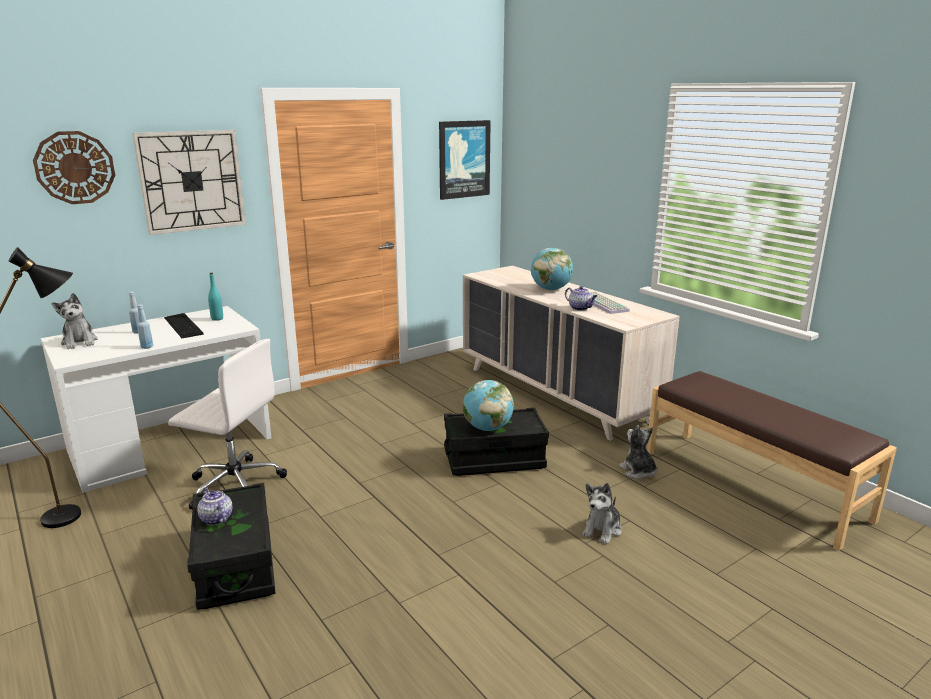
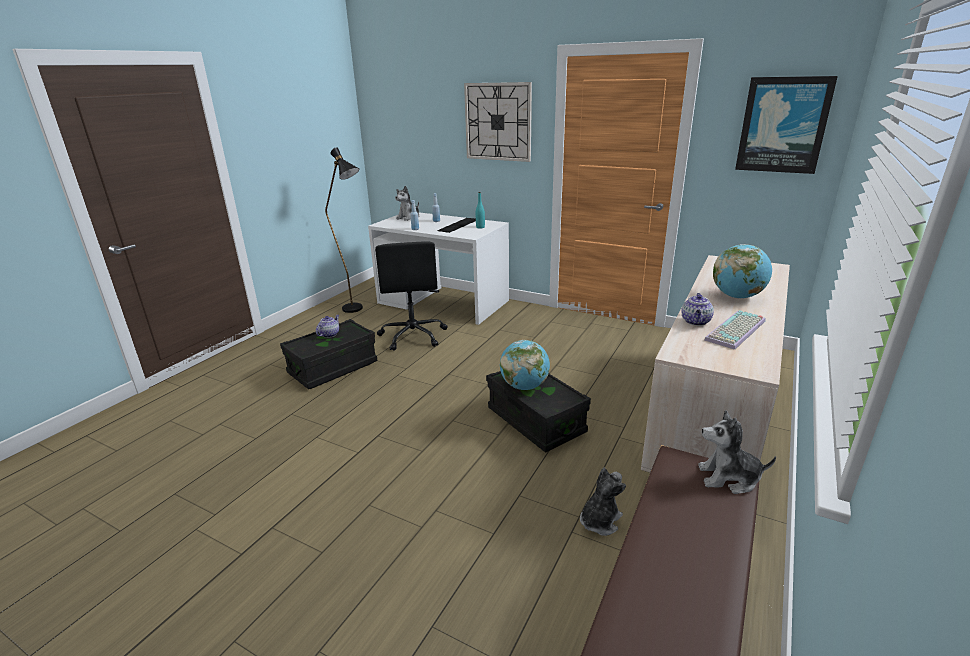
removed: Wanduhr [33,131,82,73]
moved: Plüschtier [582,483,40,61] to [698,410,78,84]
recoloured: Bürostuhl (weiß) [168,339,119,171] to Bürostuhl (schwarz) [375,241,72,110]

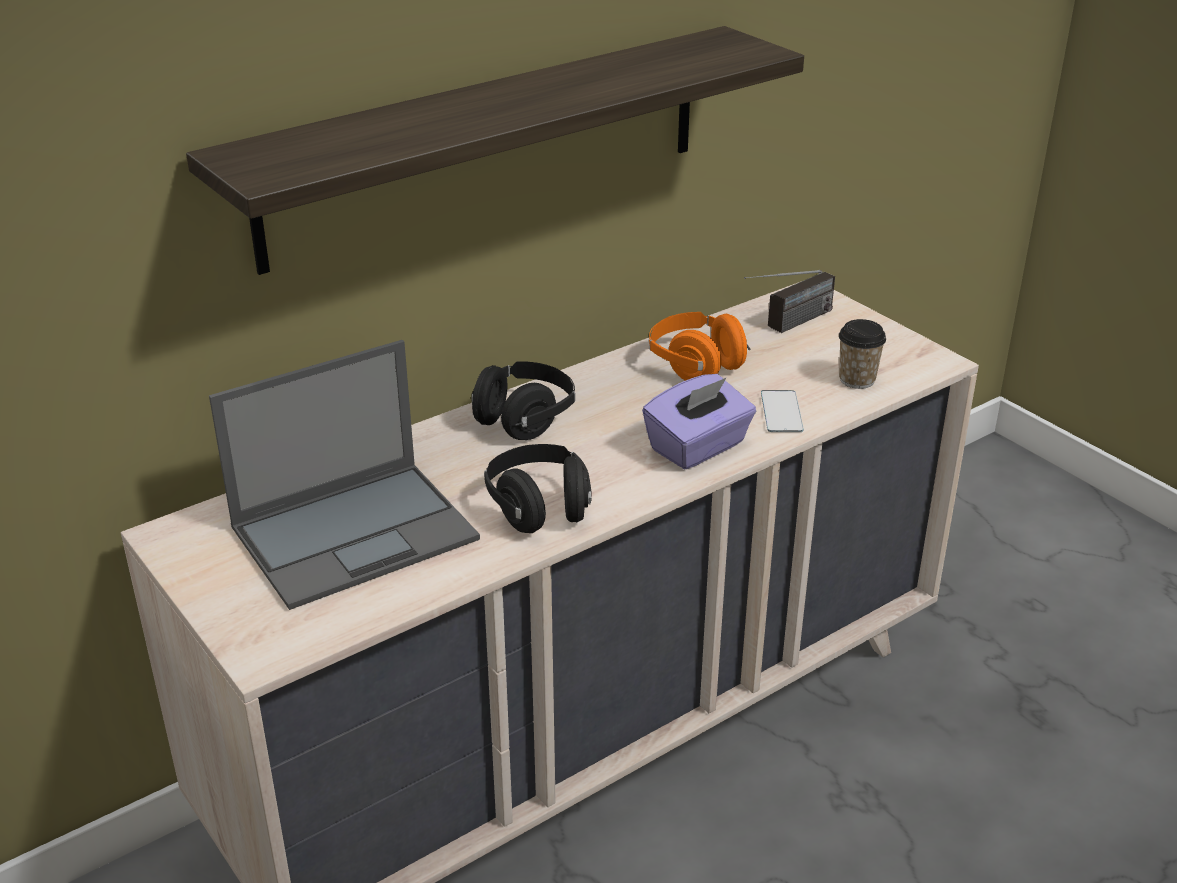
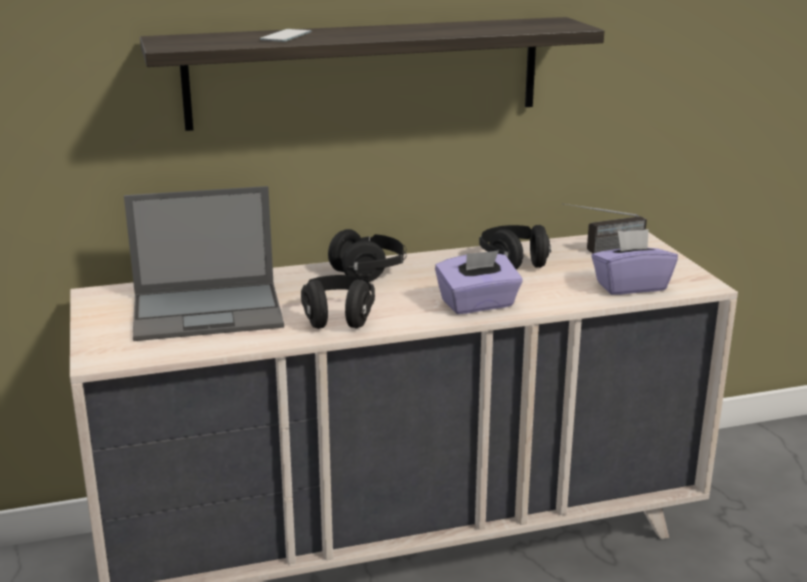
moved: Handy [761,390,43,42] to [260,29,51,13]
replaced: Tasse [839,319,47,70] to Taschentuchbox (lila) [591,229,87,66]
recoloured: Kopfhörer (orange) [649,312,102,69] to Kopfhörer (schwarz) [479,225,72,44]

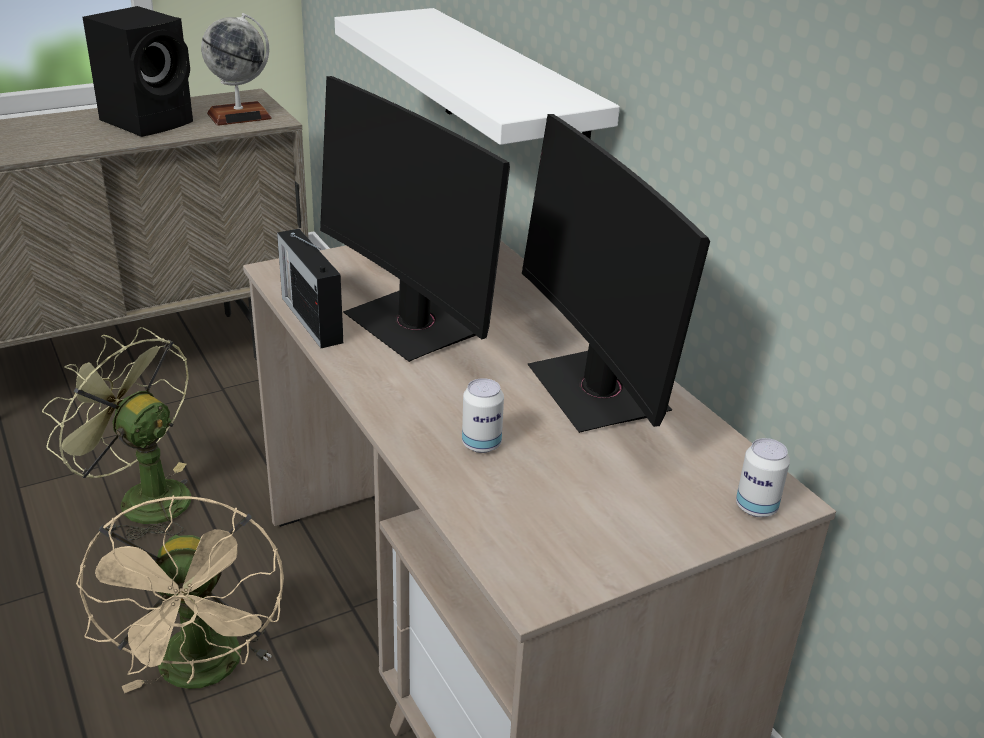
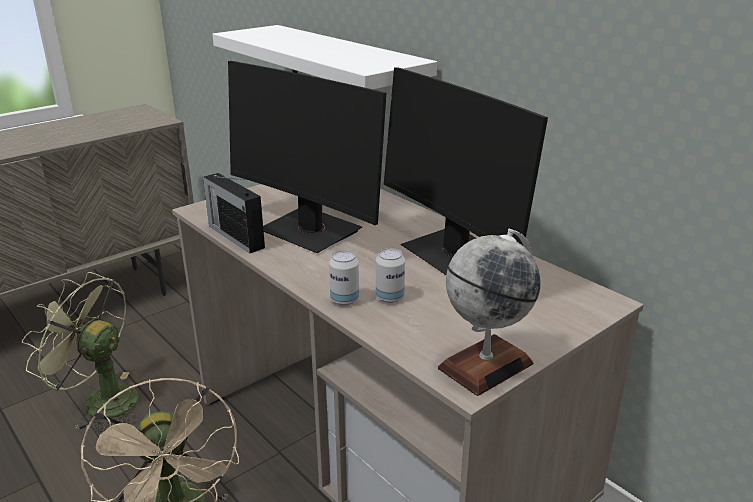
removed: Lautsprecher (schwarz) [82,6,111,131]
moved: Globus [201,13,71,113] to [438,229,103,167]; Dose [736,438,54,79] to [329,250,30,55]

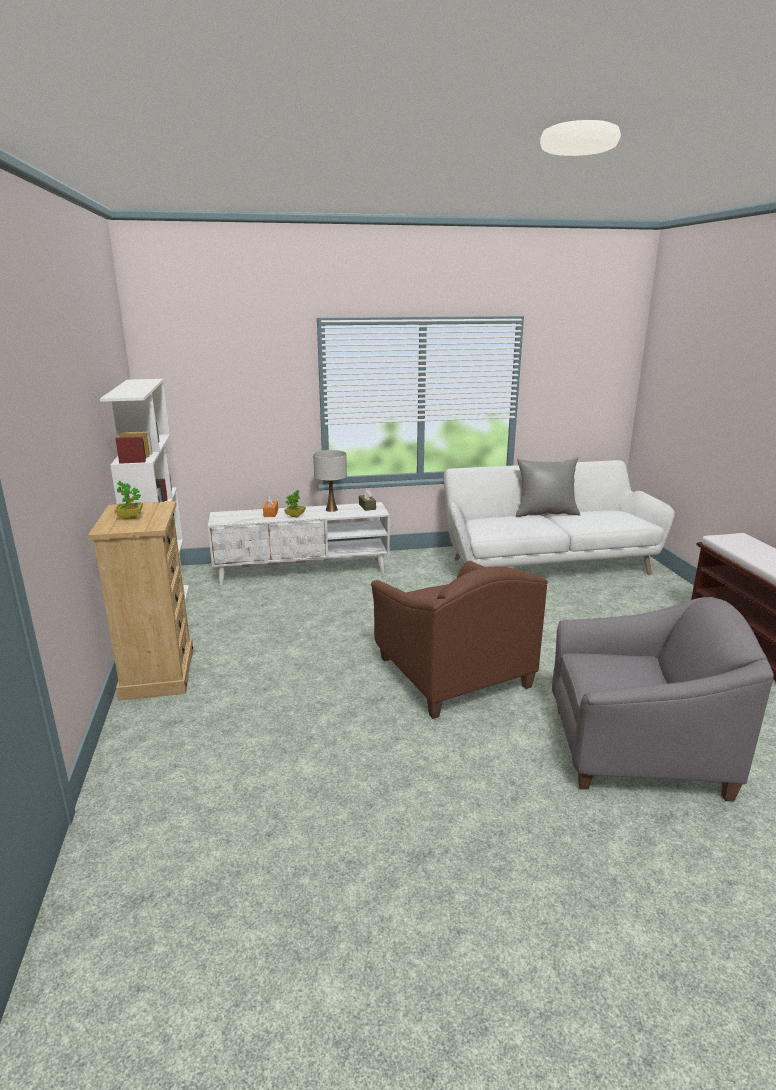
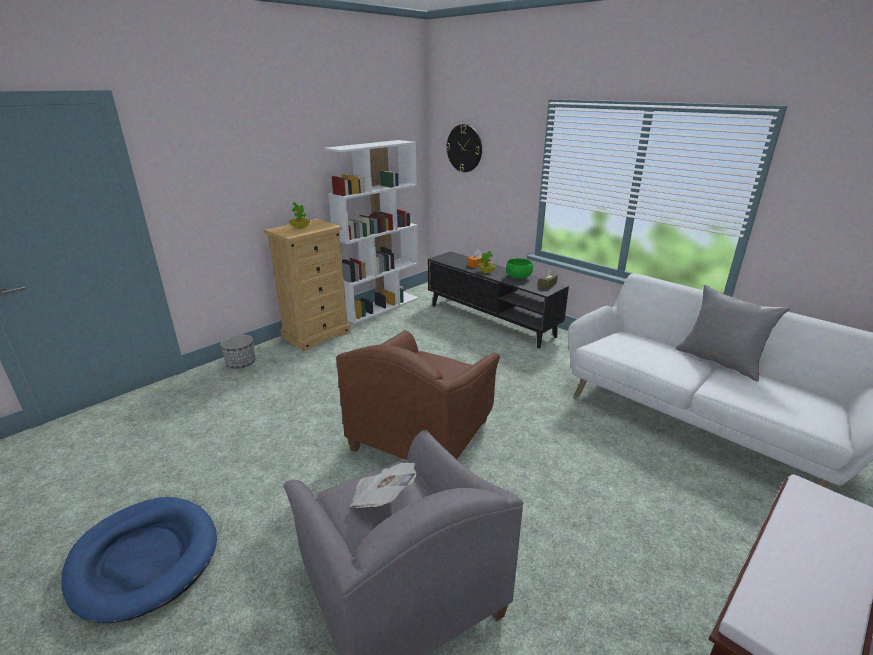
added: Wanduhr [446,124,36,48]; Pflanzkübel [220,334,35,35]; Zeitung [350,463,66,45]; Hundebett (blau) [61,497,156,126]
replaced: Tischlampe (weiß) [313,450,34,62] to Schüssel (grün) [506,258,27,21]
recoloured: Fernsehschrank (weiß) [208,502,182,84] to Fernsehschrank (schwarz) [428,251,141,97]

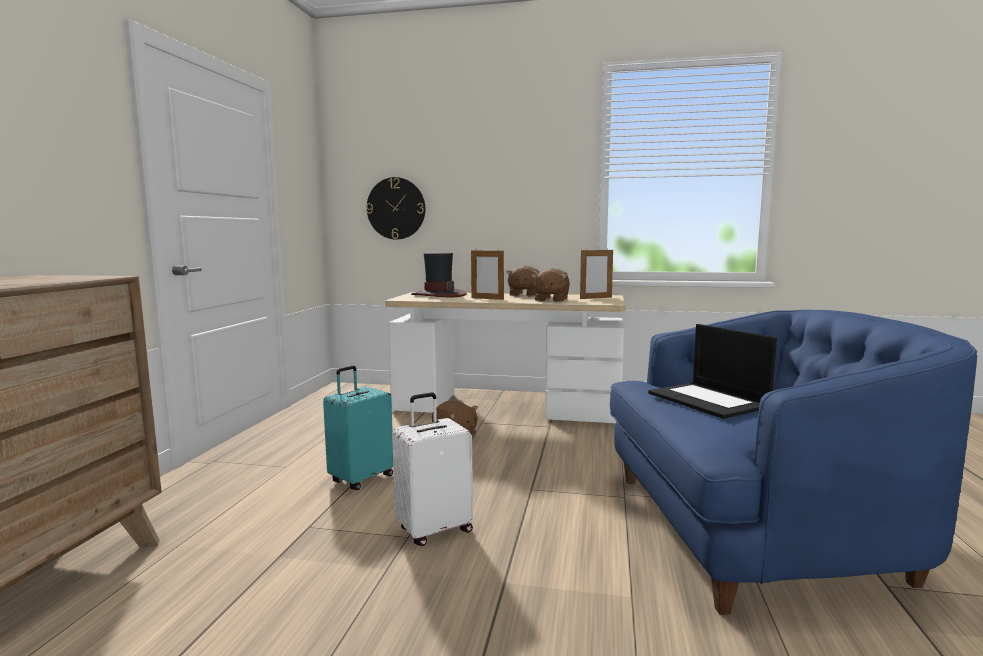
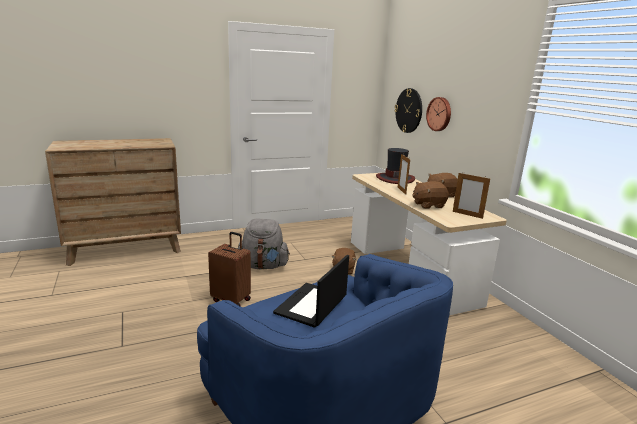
added: Wanduhr [426,97,25,34]
replaced: Koffer (türkis) [323,366,70,124] to Rucksack (grau) [238,219,52,50]
recoloured: Koffer (weiß) [392,392,81,154] to Koffer (braun) [208,232,43,74]

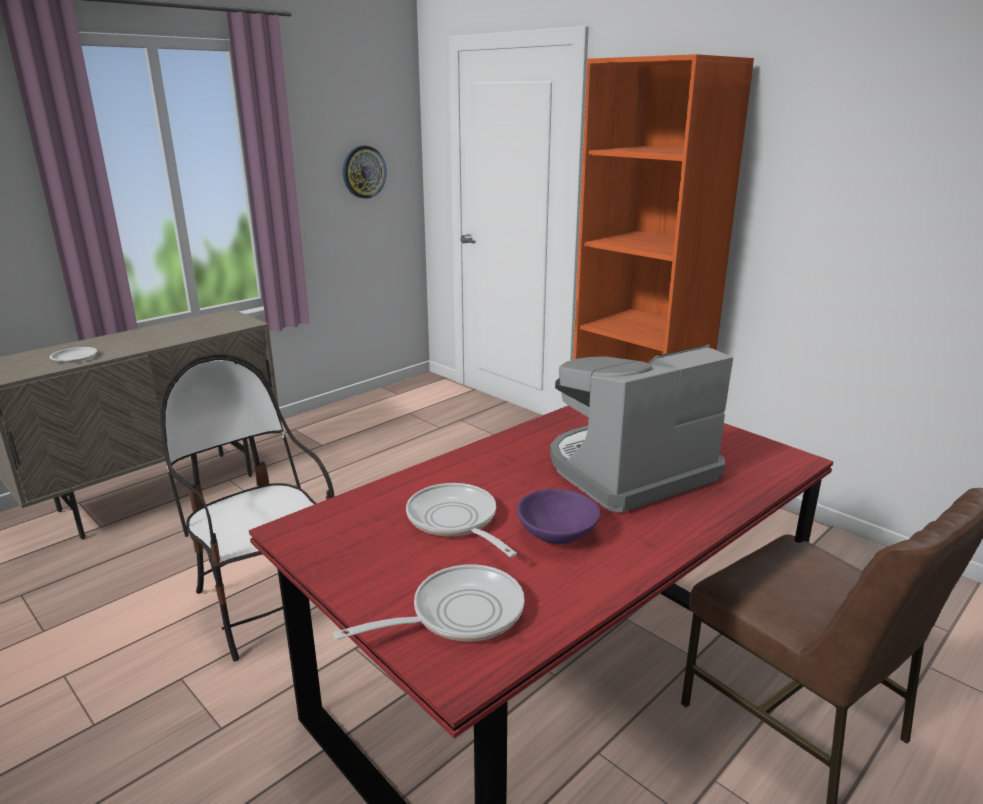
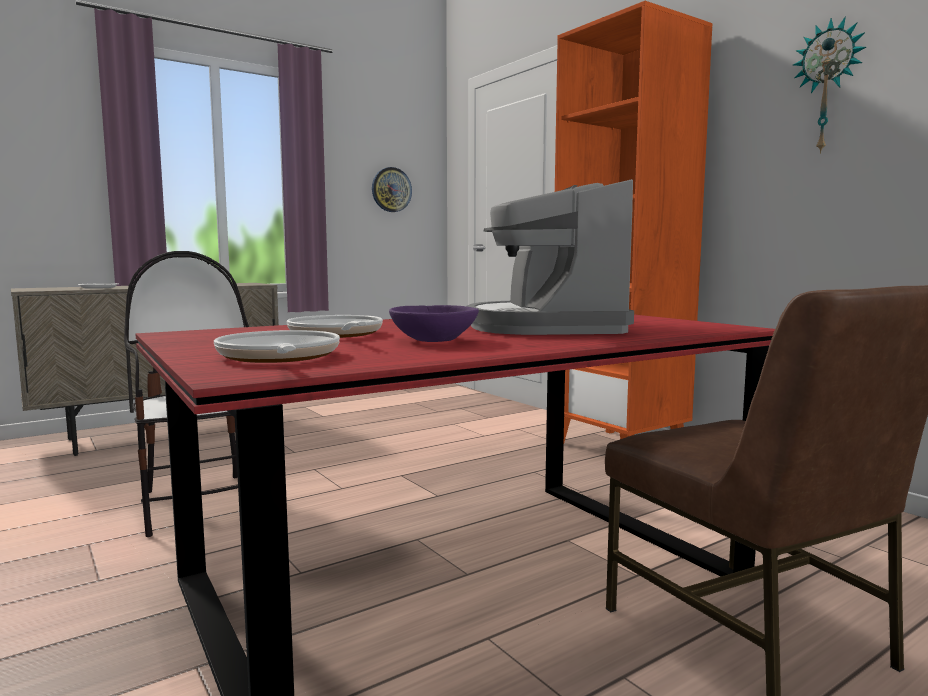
added: Wanduhr [793,16,73,138]
turned: Kaffeemaschine [550,345,183,168] = [466,179,168,156] 75 degrees counterclockwise; Pfanne [333,564,192,78] = [214,330,126,33] 90 degrees counterclockwise

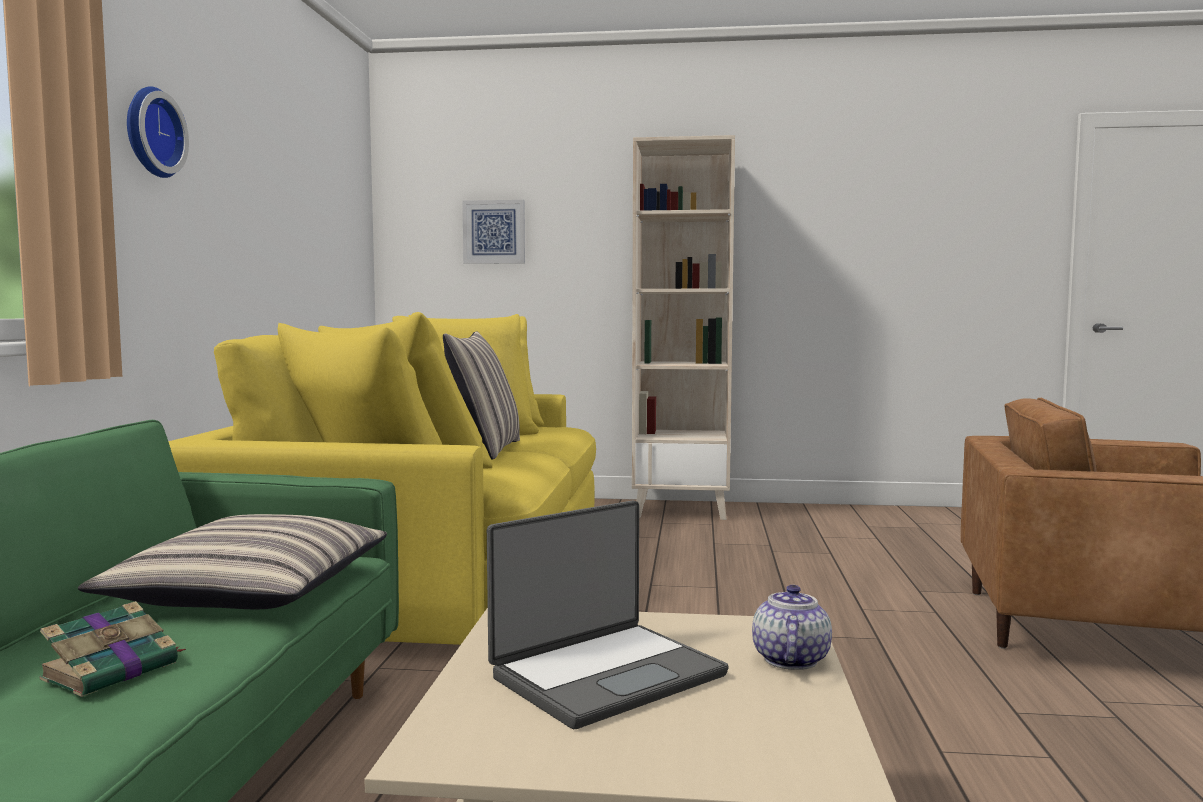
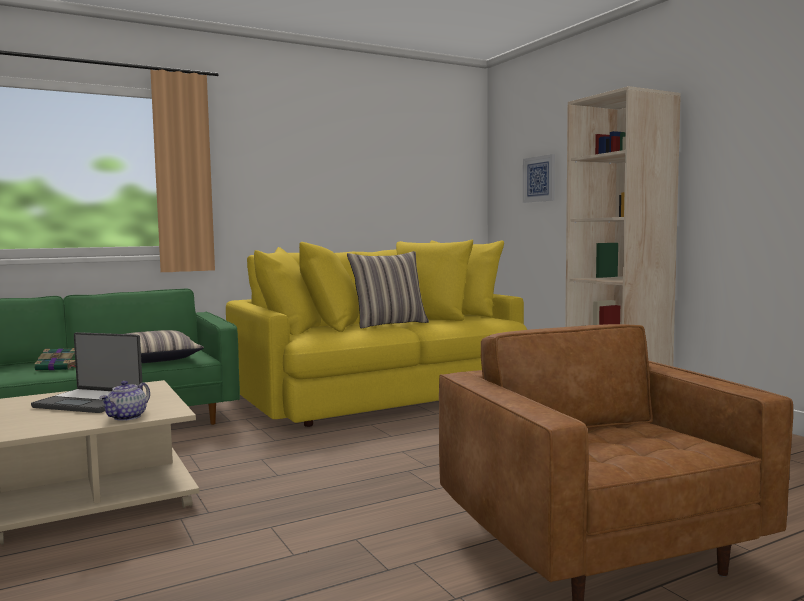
removed: Wanduhr [127,86,62,92]
turned: Teekanne [752,585,80,85] = [100,381,50,40] 135 degrees clockwise

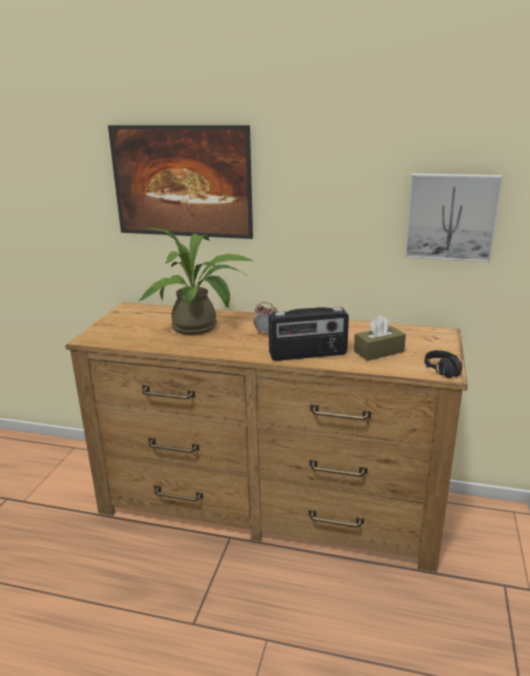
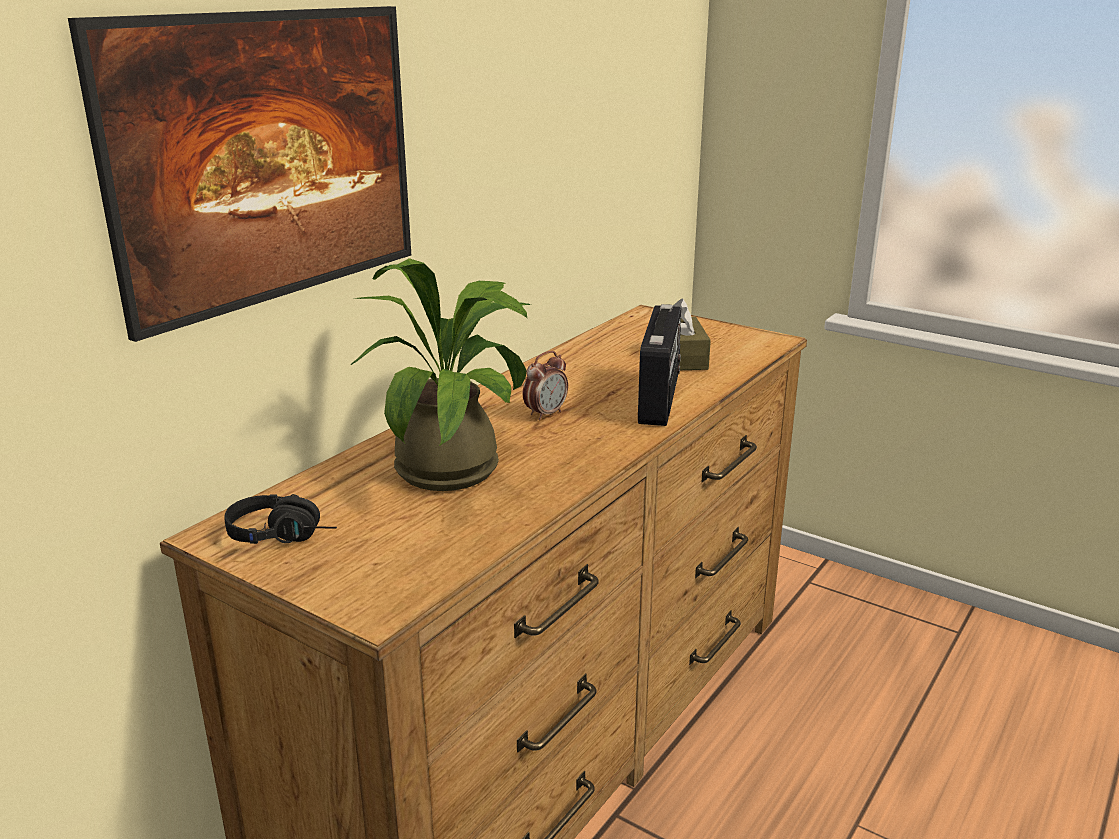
removed: Bild [405,173,98,89]
moved: Kopfhörer (schwarz) [424,350,38,28] to [225,494,112,50]

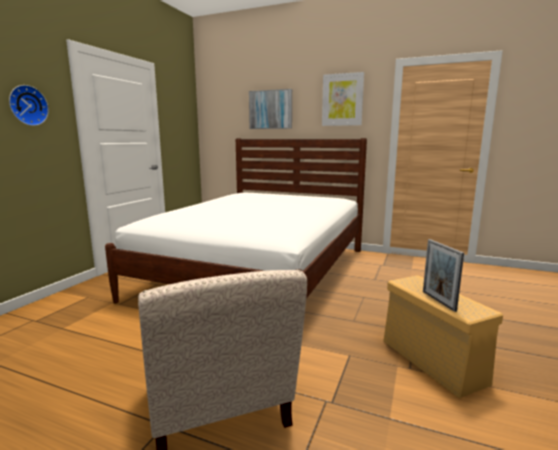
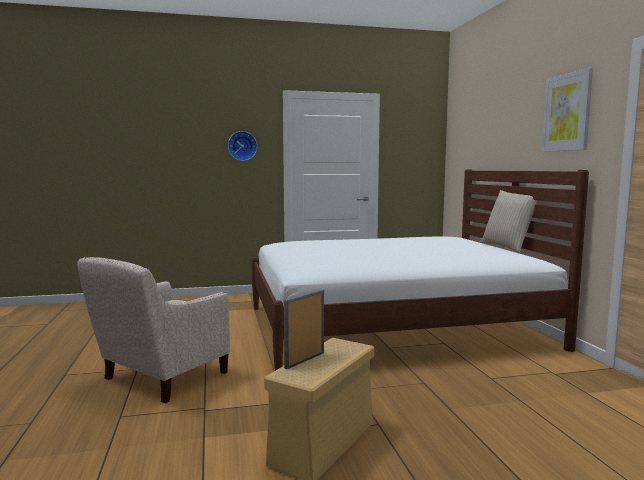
removed: Bild [249,89,43,40]
added: Kissen (beige) [480,190,59,63]

